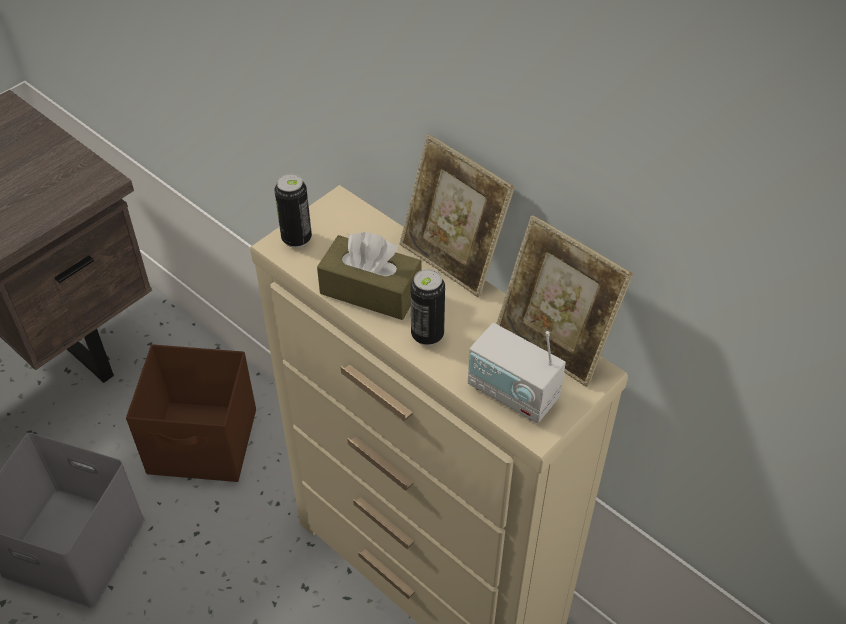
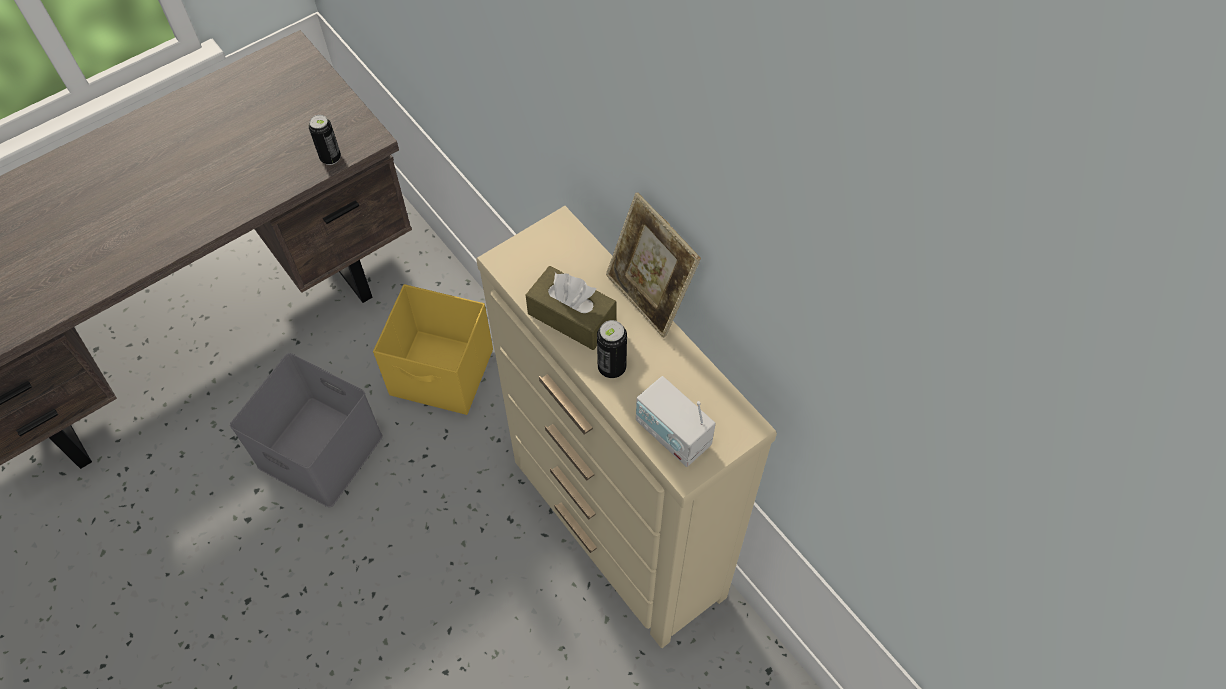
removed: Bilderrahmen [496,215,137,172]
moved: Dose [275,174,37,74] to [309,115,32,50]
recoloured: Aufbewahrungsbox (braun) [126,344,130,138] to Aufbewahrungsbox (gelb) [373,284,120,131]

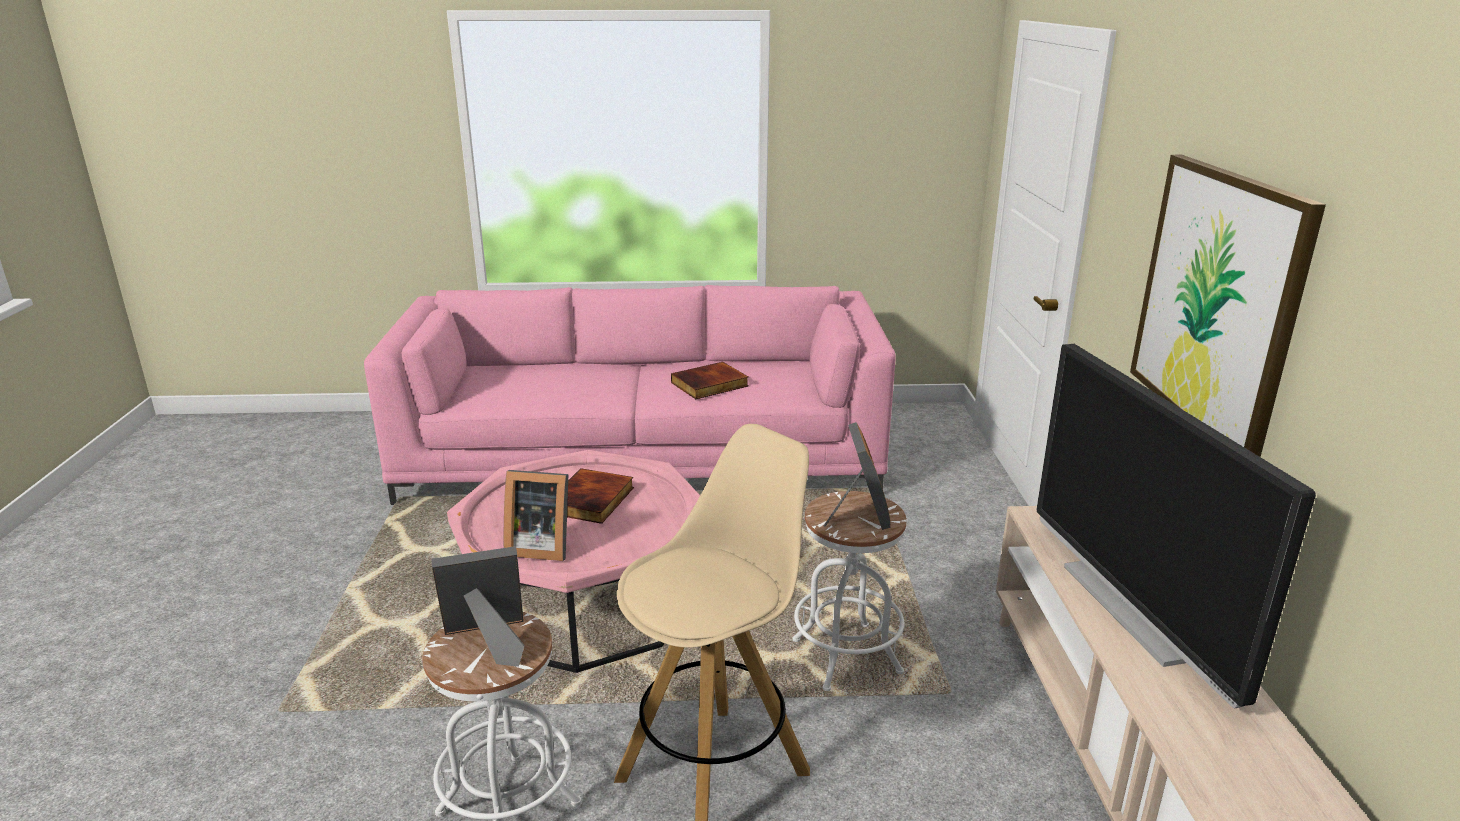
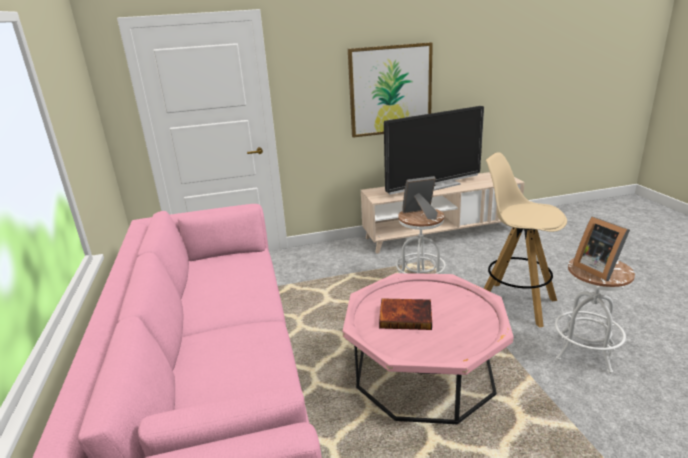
removed: Buch [671,362,78,37]; Bilderrahmen [504,470,64,91]

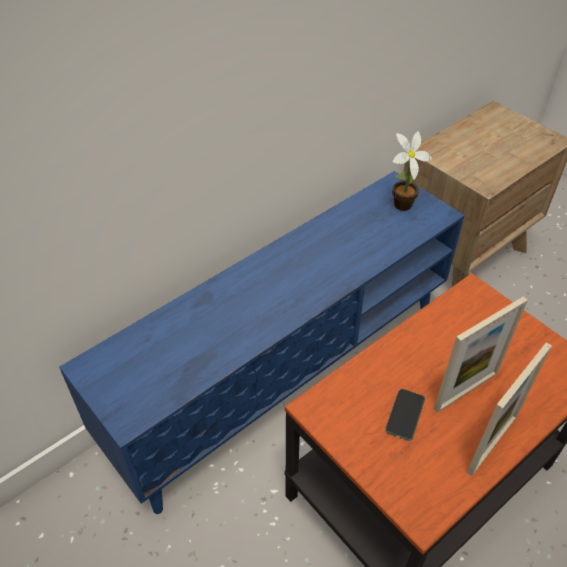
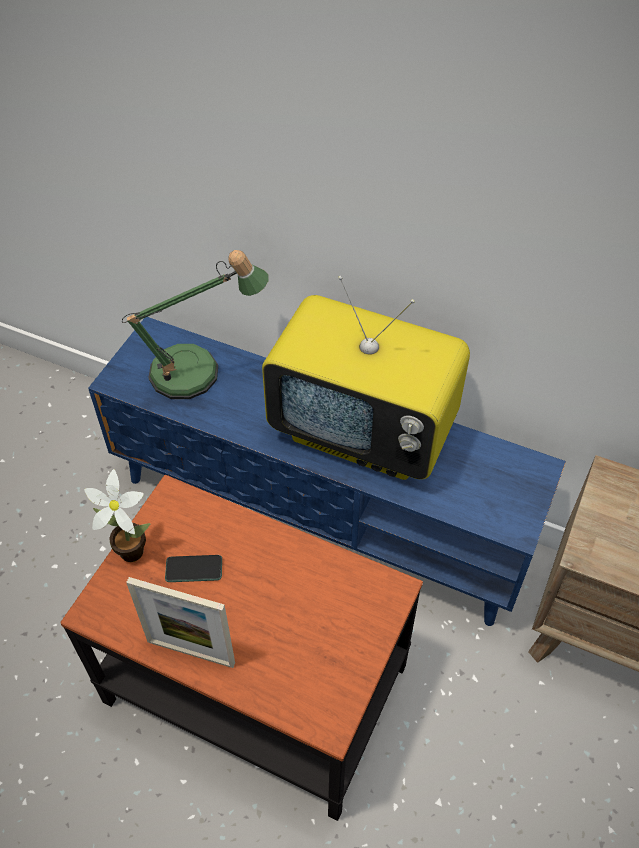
removed: Bilderrahmen [434,297,94,116]
added: Tischlampe [122,250,146,149]; Fernseher [262,276,208,204]
moved: Topfpflanze [392,131,40,80] to [84,469,67,93]

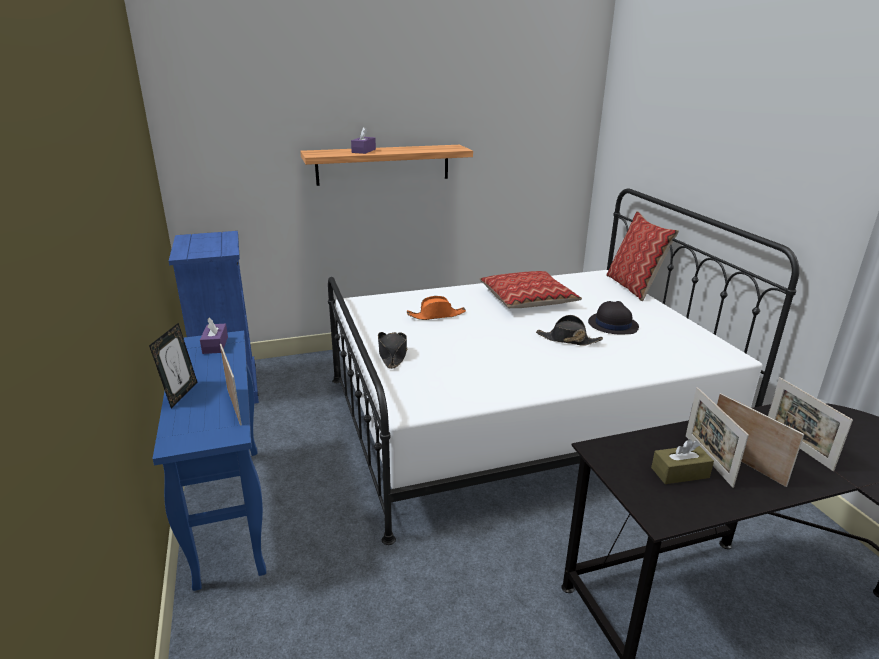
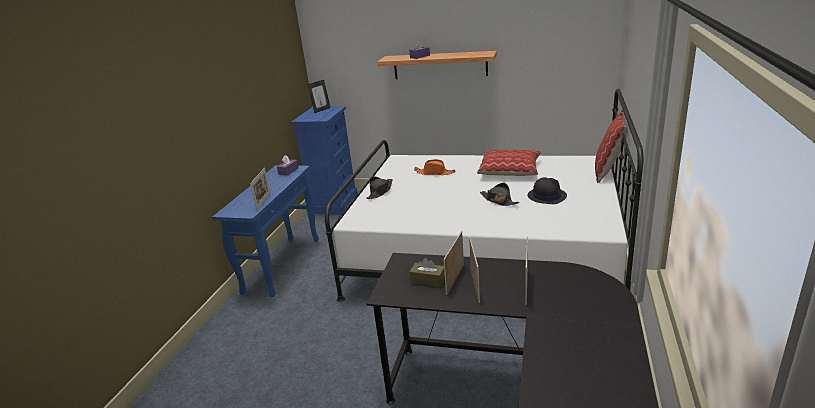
moved: Bilderrahmen [149,323,48,85] to [307,80,24,33]

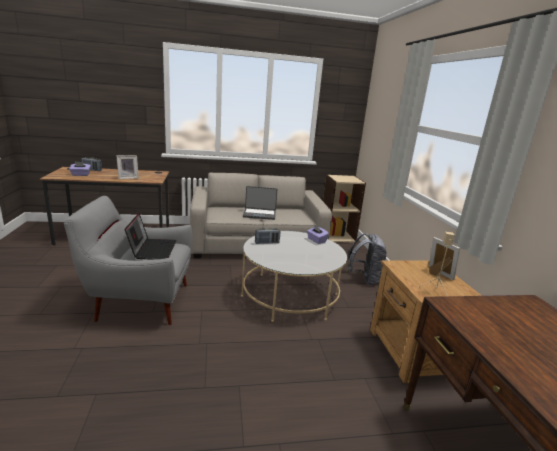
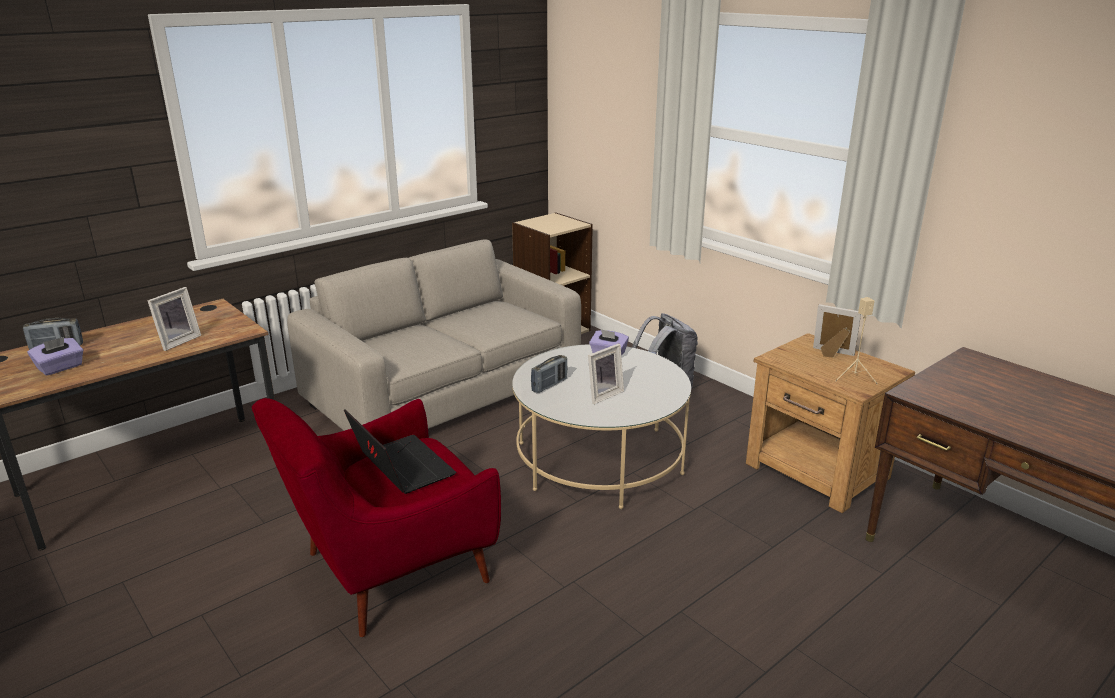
removed: Laptop [243,186,34,34]
added: Bilderrahmen [588,343,36,61]
recoloured: Sessel (grau) [63,196,129,129] to Sessel (rot) [252,398,249,239]

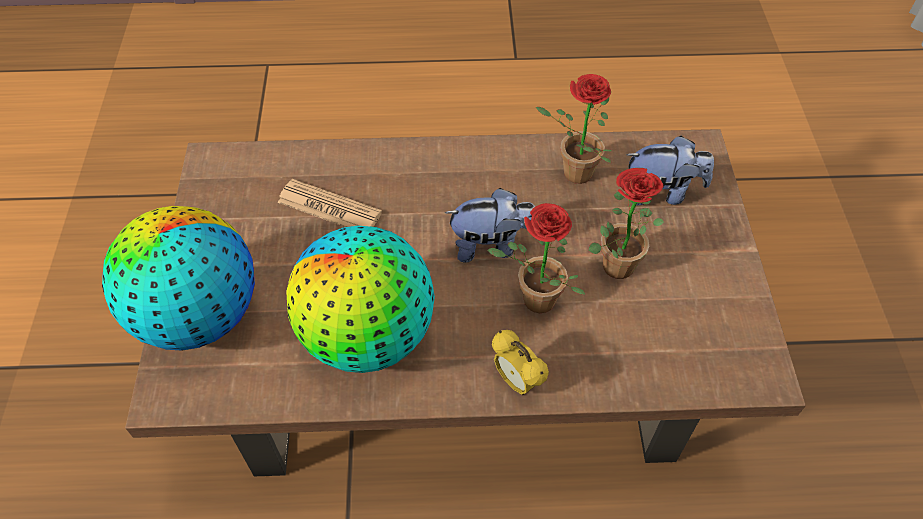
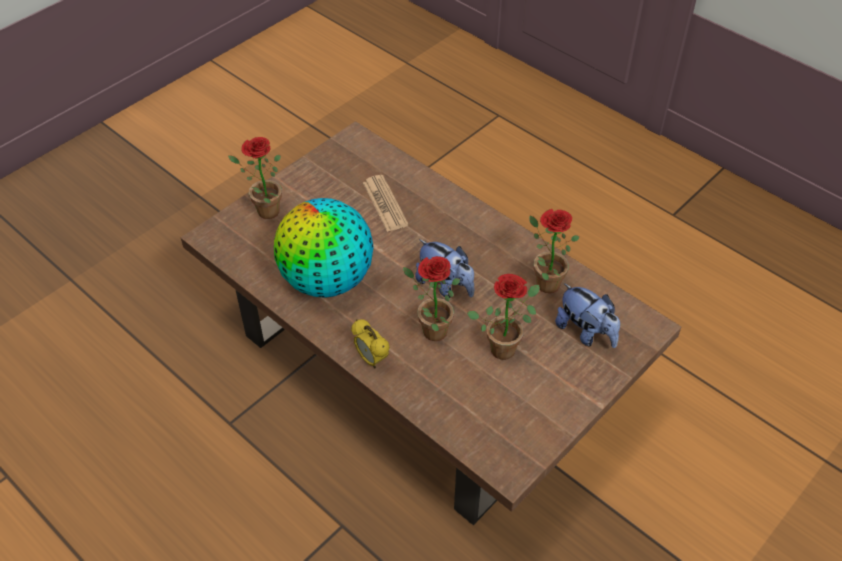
replaced: Globus [102,206,153,145] to Topfpflanze [228,137,54,82]
turned: Wecker [492,330,57,65] = [351,319,39,49] 45 degrees counterclockwise

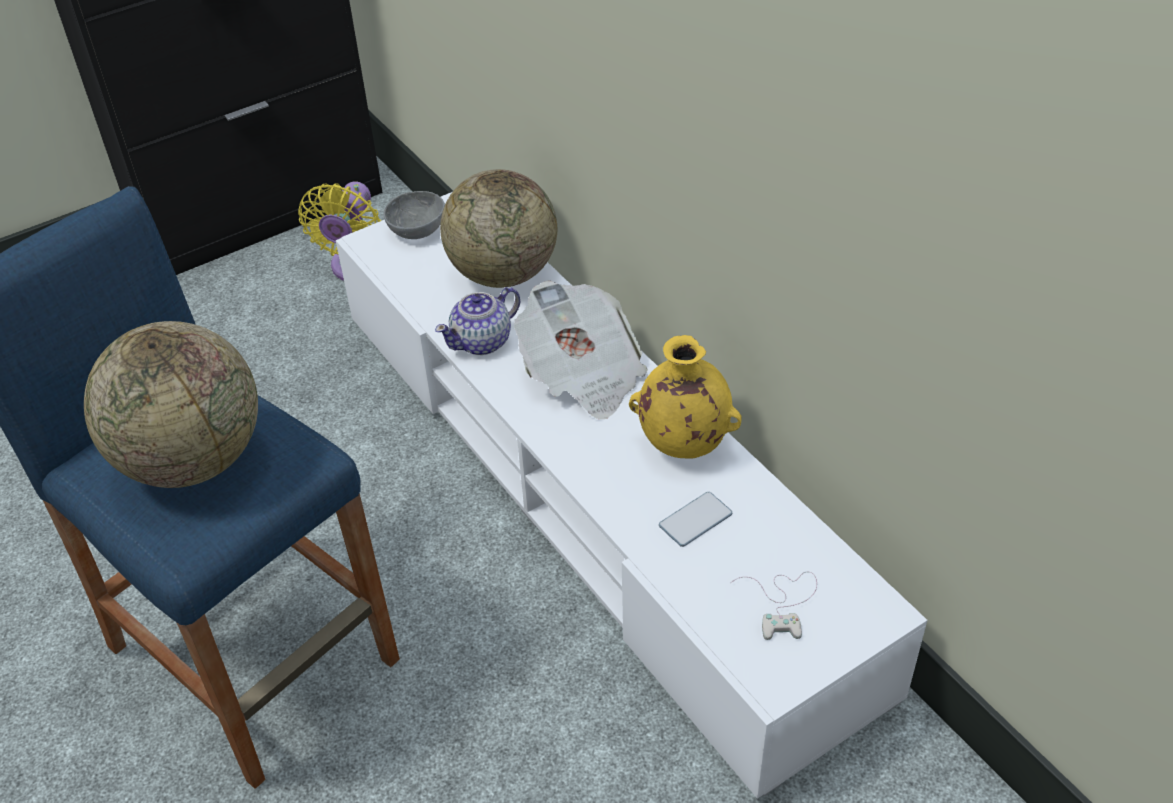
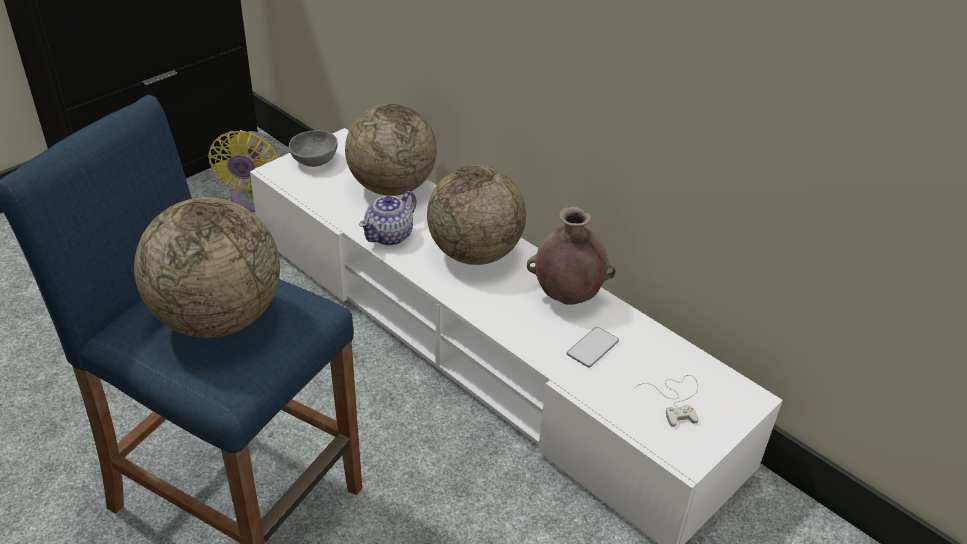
replaced: Zeitung [514,280,134,139] to Globus [427,165,99,100]
recoloured: Vase (gelb) [629,335,113,124] to Vase (braun) [527,206,89,99]

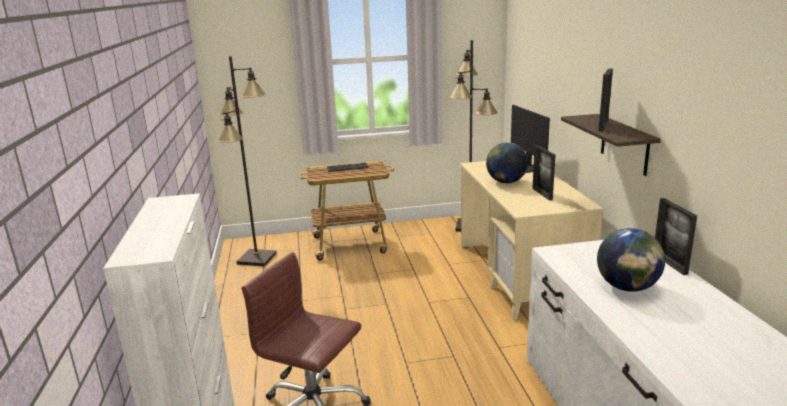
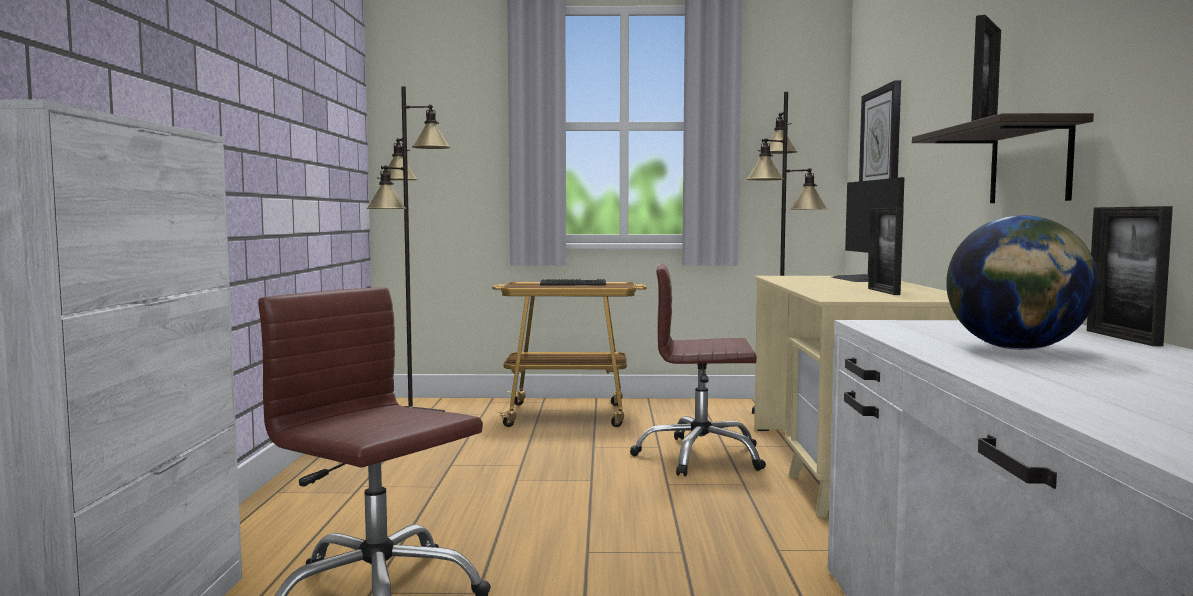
removed: Globus [486,142,42,41]
added: Wanduhr [859,81,42,100]; Bürostuhl (braun) [630,263,136,213]

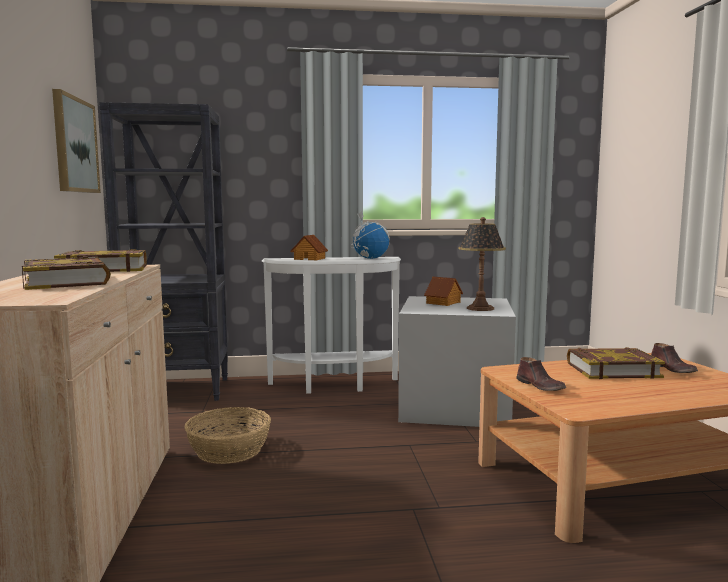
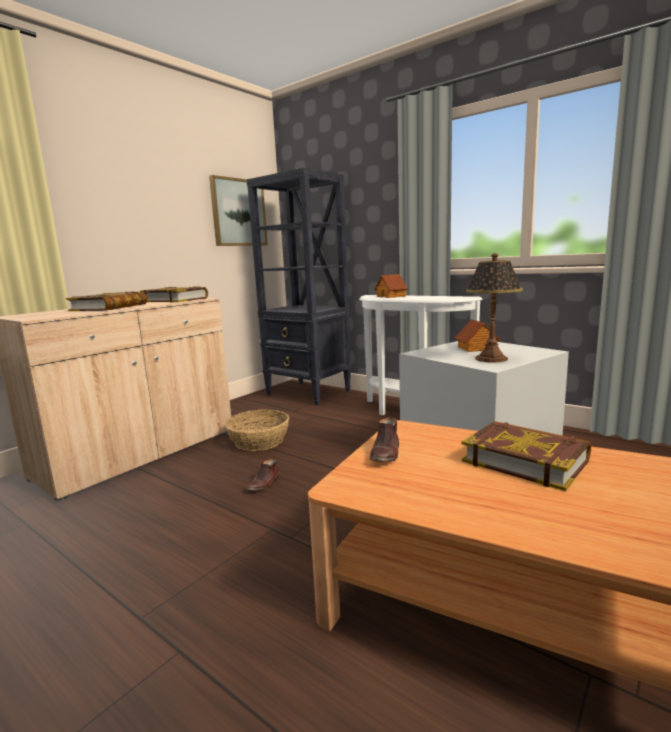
removed: Globus [351,211,39,48]
moved: Schuh (braun) [651,343,47,30] to [245,458,35,33]

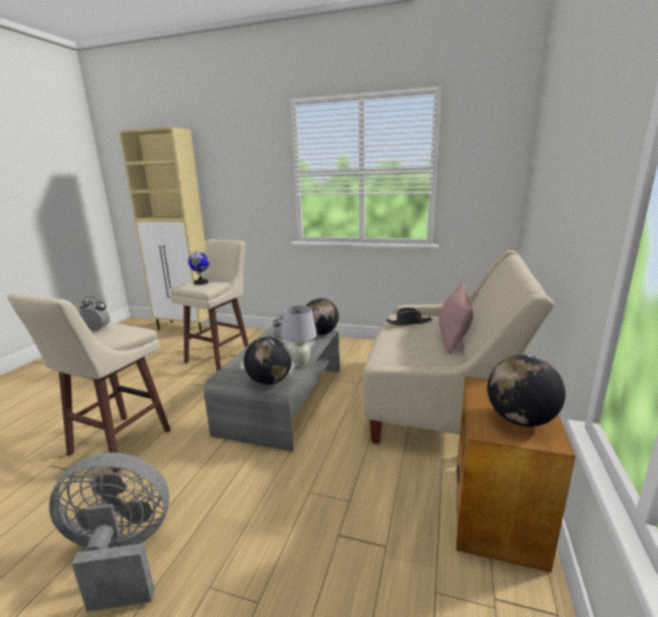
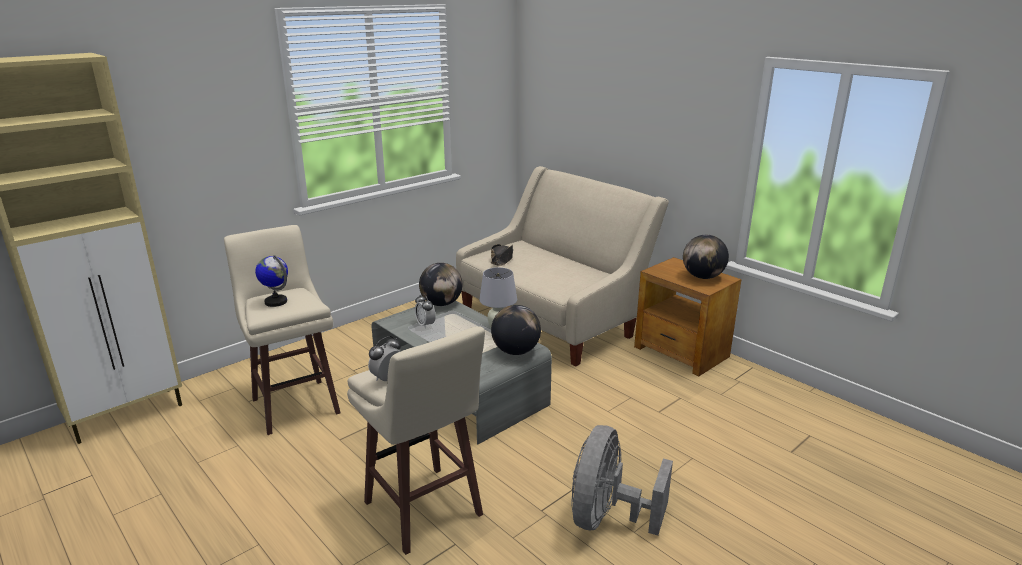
removed: Kissen (rosa) [439,283,34,71]

